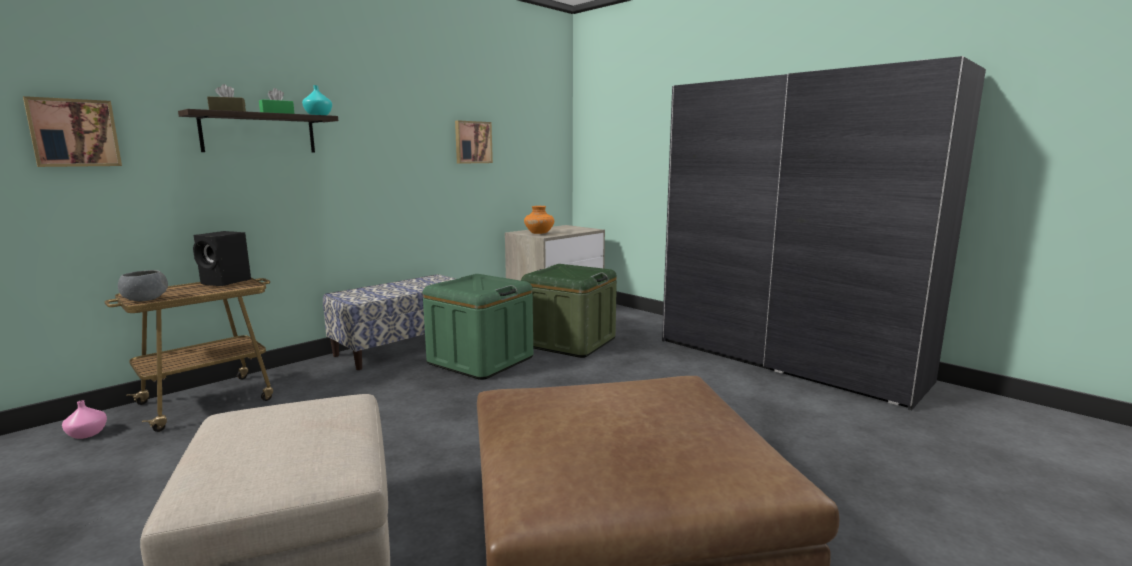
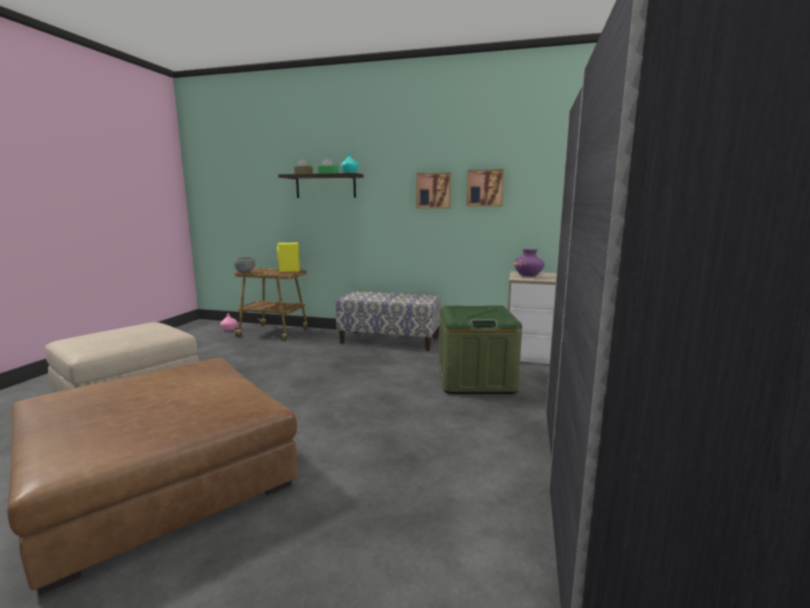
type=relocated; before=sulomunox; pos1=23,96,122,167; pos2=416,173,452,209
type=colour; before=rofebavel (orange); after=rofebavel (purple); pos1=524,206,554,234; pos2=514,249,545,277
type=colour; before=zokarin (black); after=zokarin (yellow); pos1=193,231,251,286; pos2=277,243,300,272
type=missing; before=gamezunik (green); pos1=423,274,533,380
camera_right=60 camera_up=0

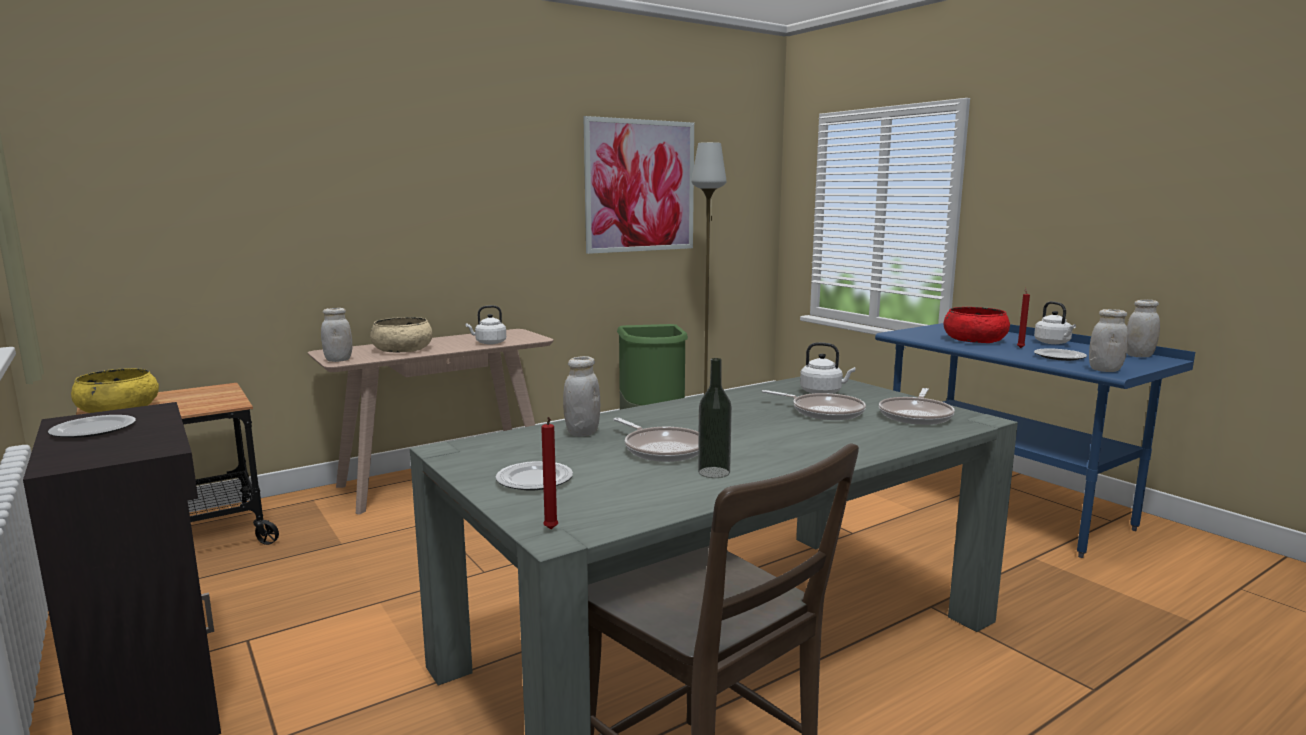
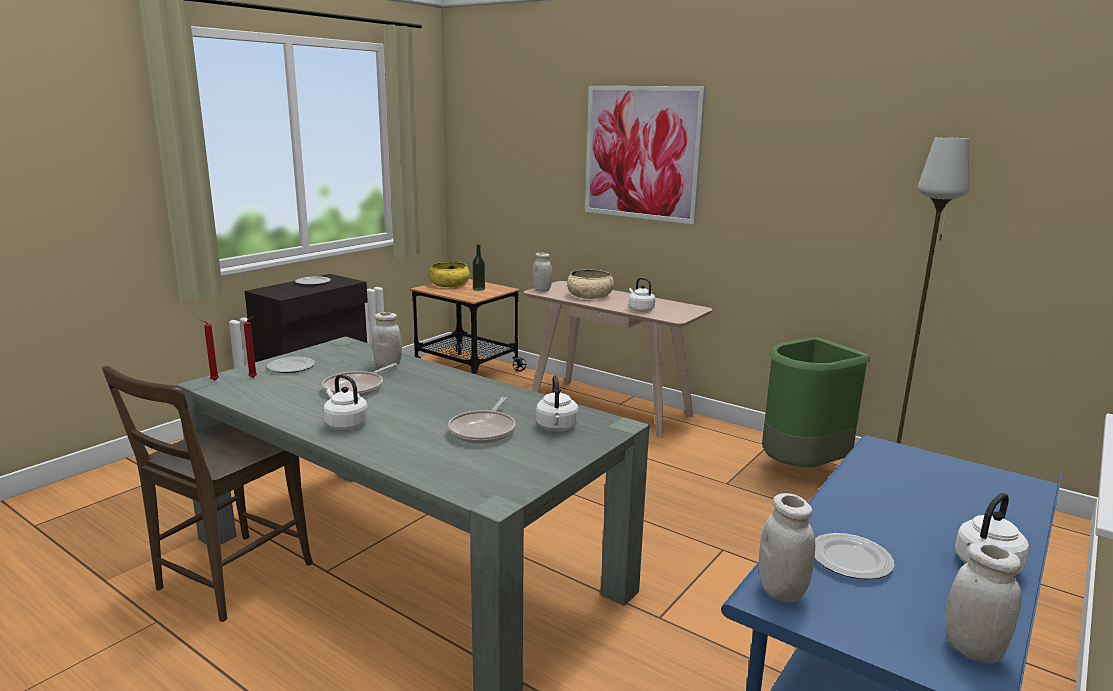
type=relocated; before=sulomunox; pos1=583,116,694,254; pos2=585,86,706,224
type=relocated; before=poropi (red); pos1=1017,288,1030,348; pos2=244,317,257,378
type=missing; before=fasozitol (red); pos1=944,307,1010,343
type=relocated; before=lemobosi; pos1=698,358,732,478; pos2=472,244,485,291
type=missing; before=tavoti; pos1=879,388,955,425
type=appeared; after=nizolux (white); pos2=323,374,369,430
camera_right=70 camera_up=5

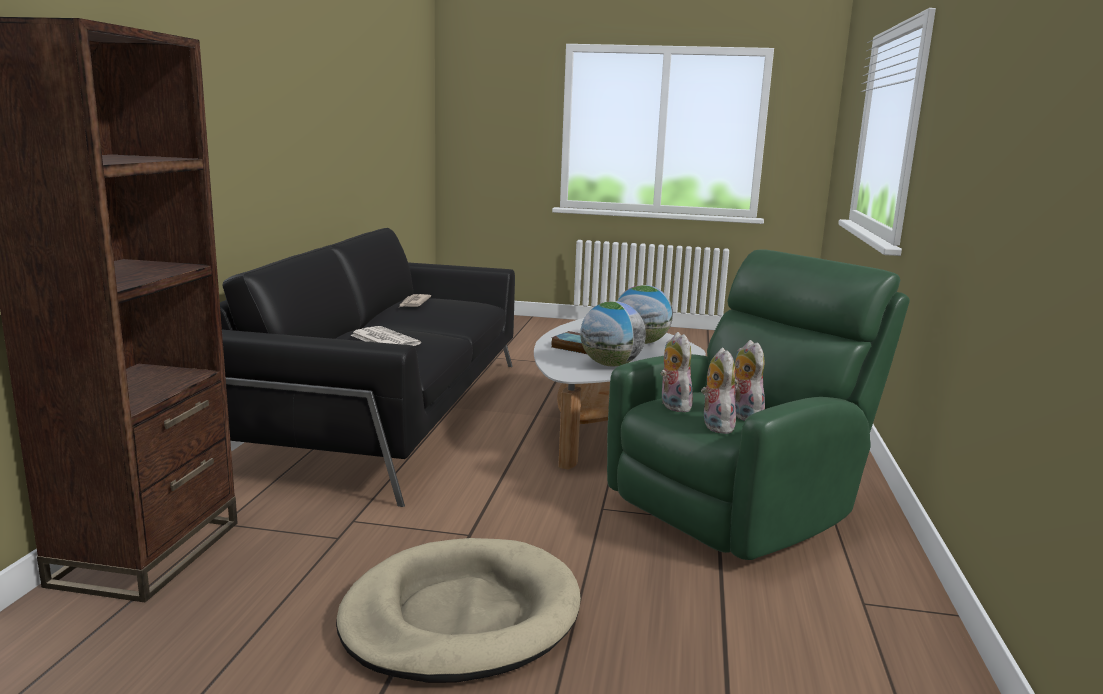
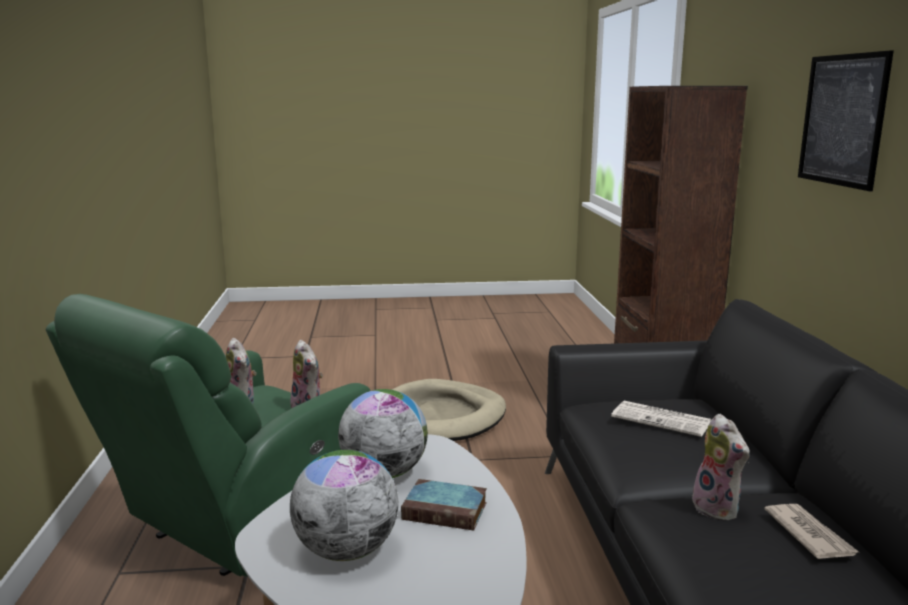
type=relocated; before=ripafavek; pos1=701,348,736,434; pos2=687,414,750,520
type=appeared; after=sulomunox; pos2=798,50,894,191
camera_right=165 camera_up=0

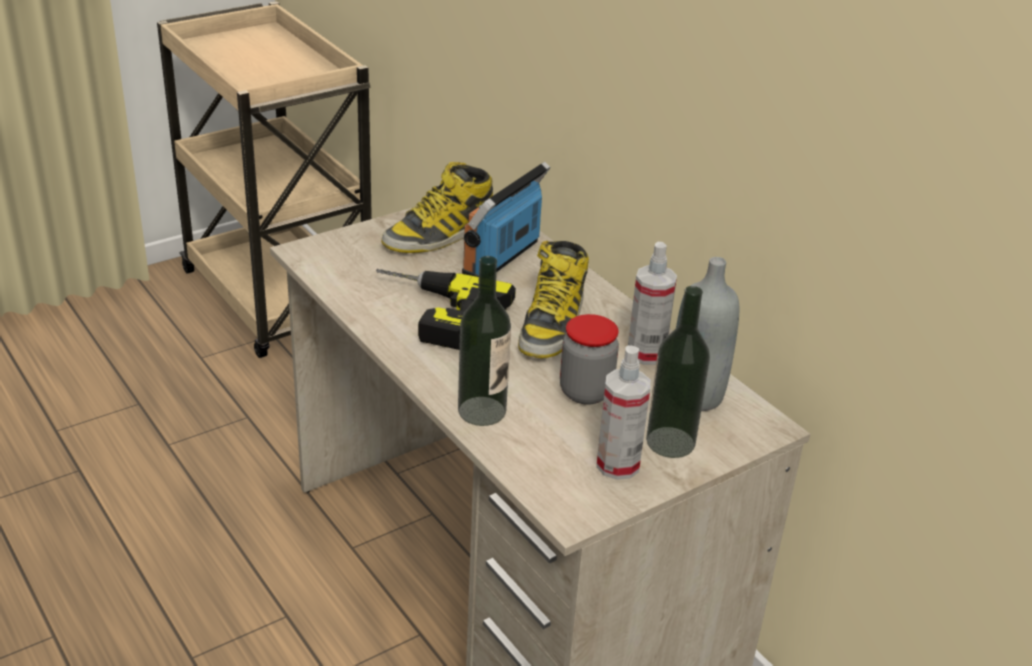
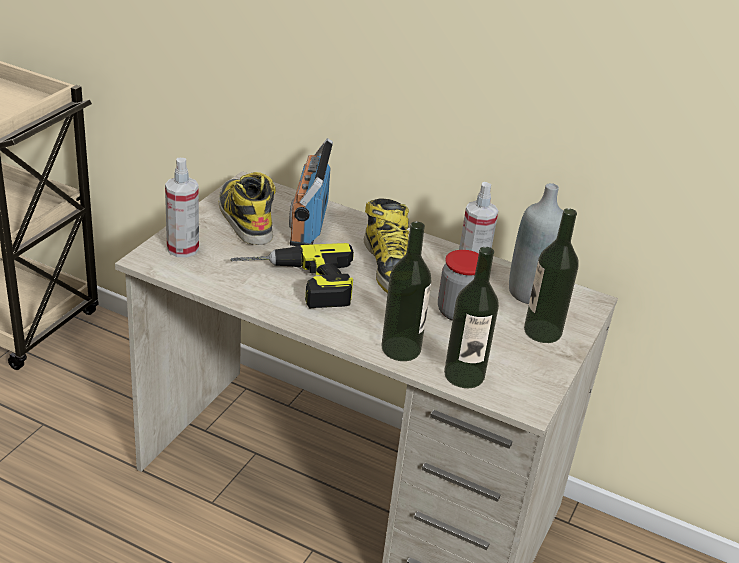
type=spun; before=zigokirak; pos1=381,162,493,253; pos2=219,172,275,245; turn=135
type=relocated; before=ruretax; pos1=596,345,651,480; pos2=165,158,199,257
type=appeared; after=lemobosi; pos2=444,247,499,388
camera_right=-30 camera_up=0

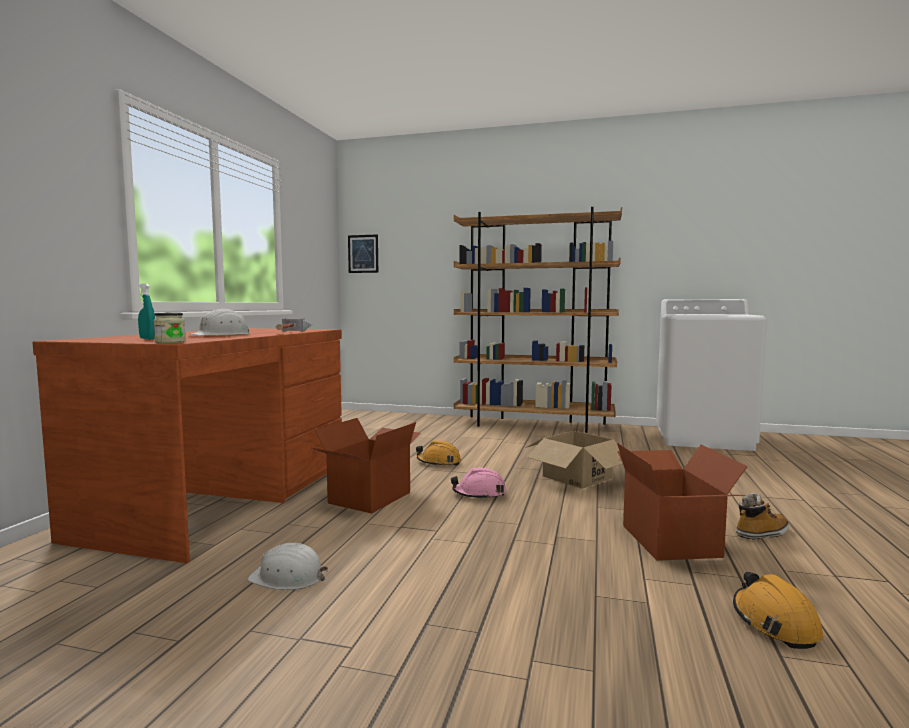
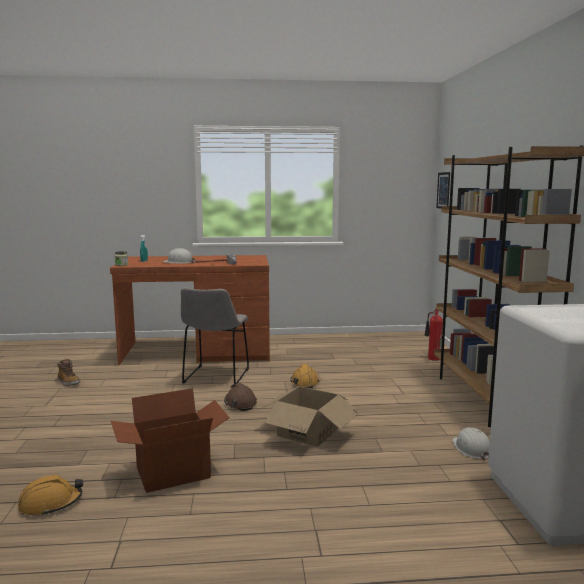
type=exchanged; before=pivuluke; after=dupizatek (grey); pos1=312,418,421,514; pos2=181,288,249,384
type=colour; before=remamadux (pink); after=remamadux (brown); pos1=451,467,506,500; pos2=224,383,257,411
type=relocated; before=zigokirak; pos1=736,493,789,539; pos2=57,358,81,386
type=relocated; before=remamadux (white); pos1=247,543,328,590; pos2=452,427,490,460
type=appeared; after=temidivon; pos2=424,309,443,361
camera_right=70 camera_up=5

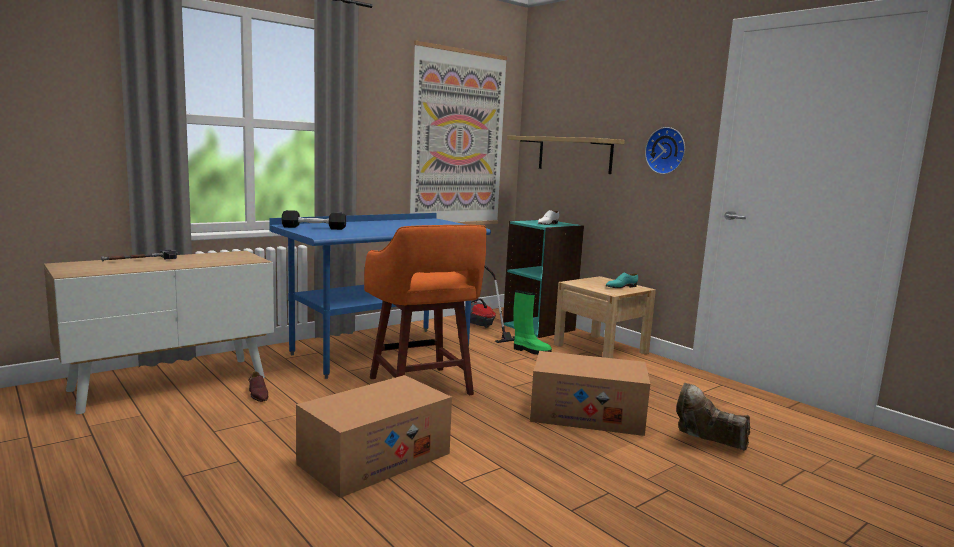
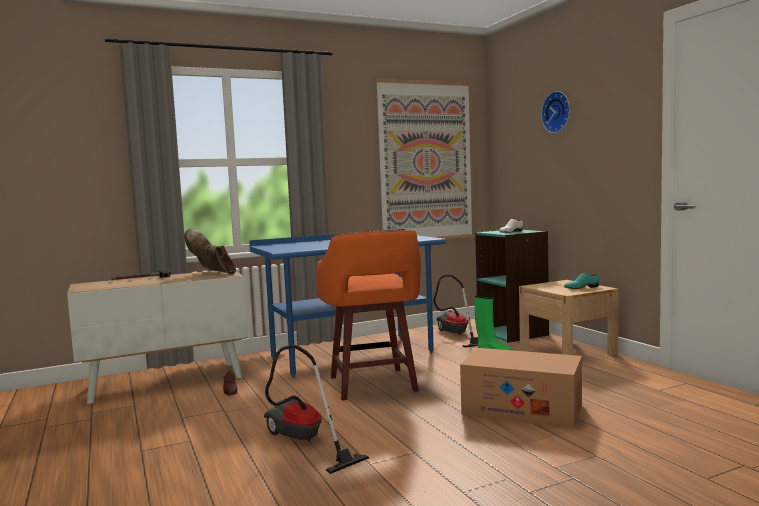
type=relocated; before=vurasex; pos1=645,127,685,174; pos2=541,91,570,133
type=missing; before=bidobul; pos1=507,136,625,174
type=missing; before=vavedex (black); pos1=281,210,346,230
type=exchanged; before=pivuluke; after=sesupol; pos1=296,375,452,498; pos2=264,345,369,474
type=relocated; before=zigokirak (brown); pos1=676,383,750,451; pos2=184,228,236,274
camera_right=15 camera_up=-5

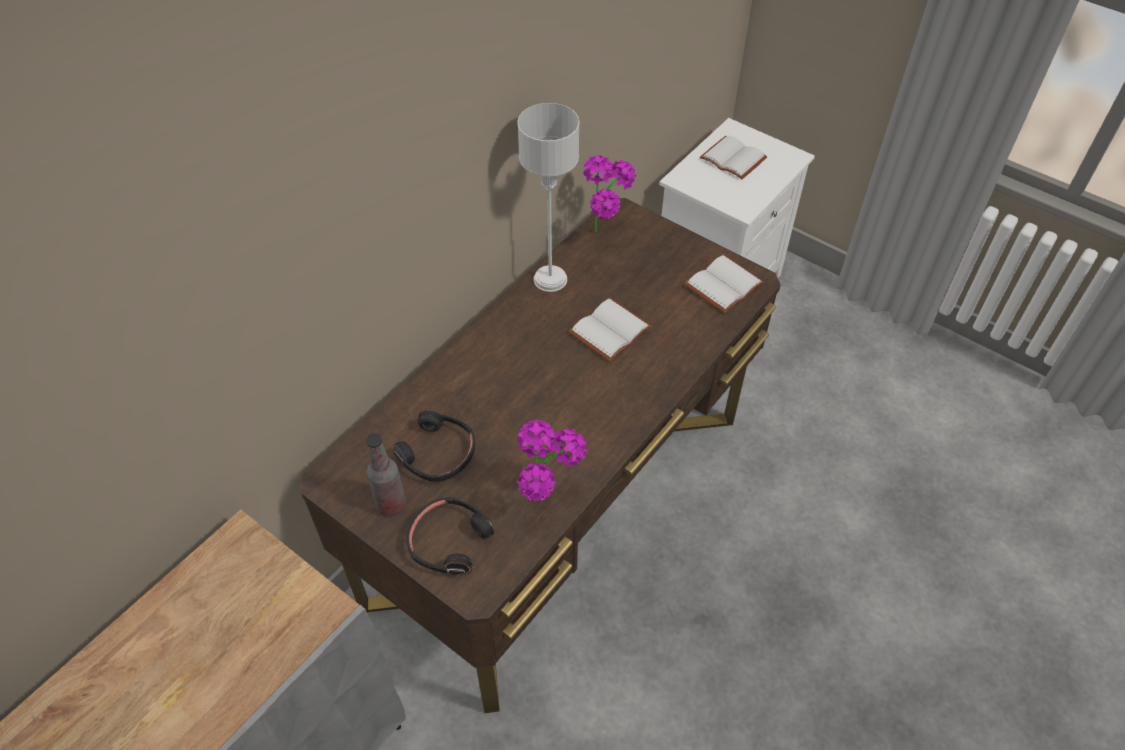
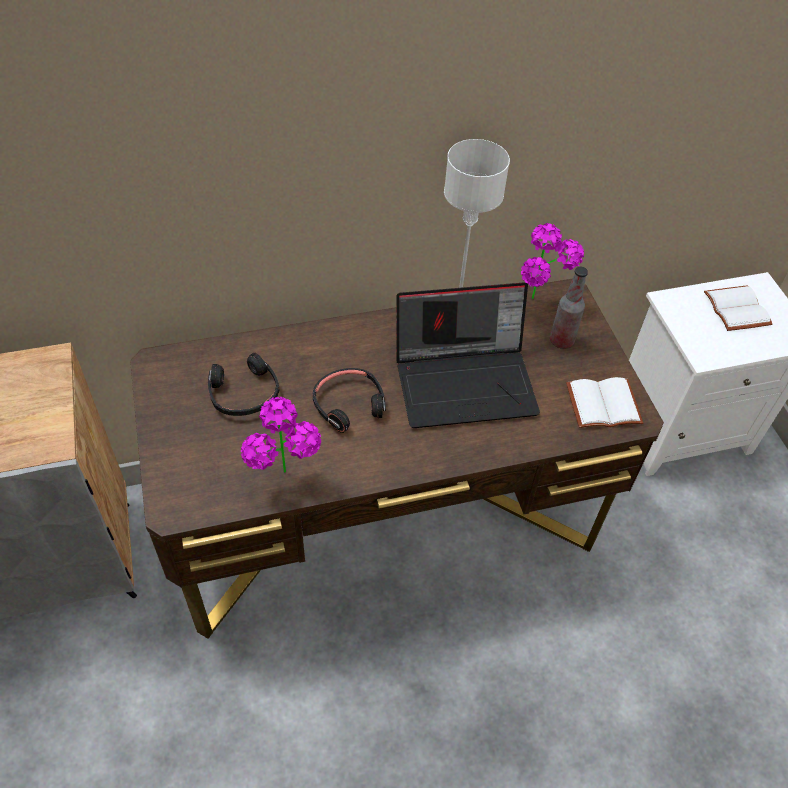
type=exchanged; before=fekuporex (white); after=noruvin; pos1=568,298,652,362; pos2=396,282,540,428
type=relocated; before=lemobosi; pos1=366,433,406,516; pos2=550,267,588,349
type=relocated; before=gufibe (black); pos1=406,497,494,575; pos2=313,368,386,433
camera_right=35 camera_up=0

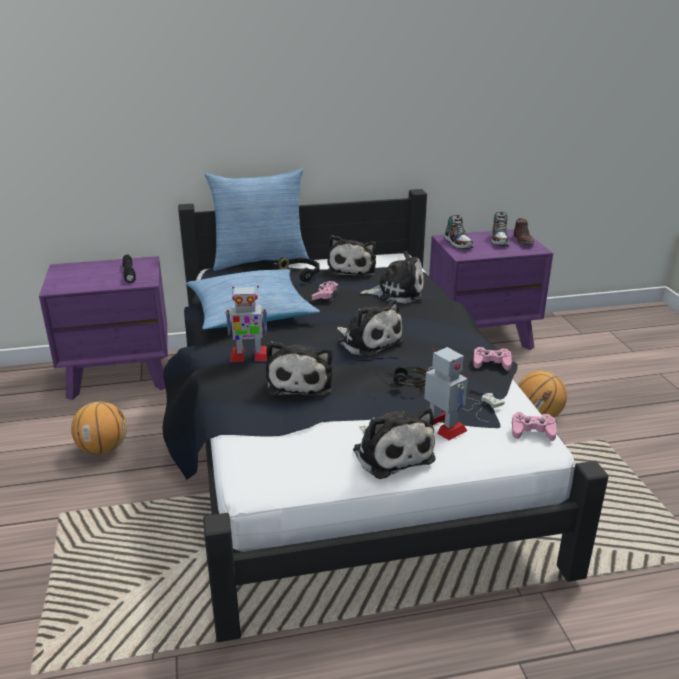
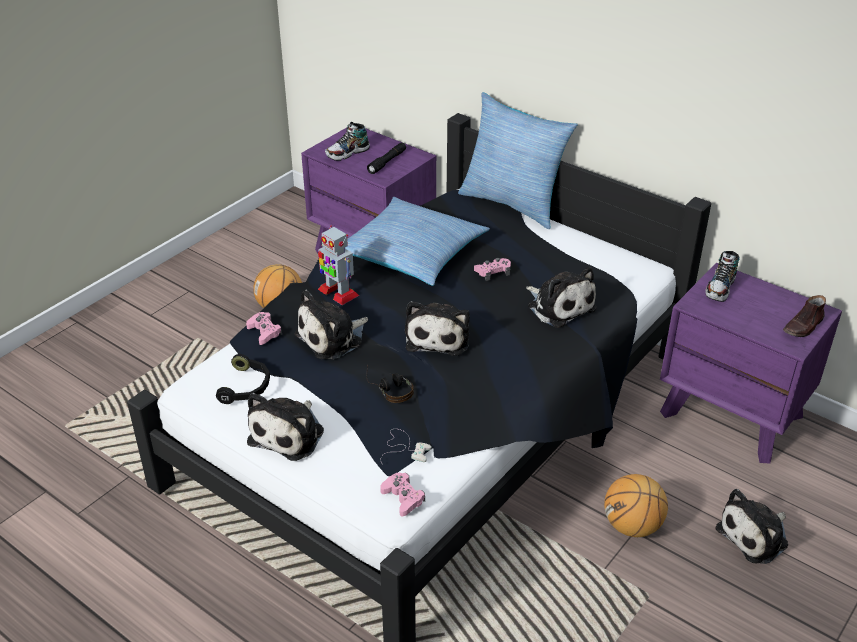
type=relocated; before=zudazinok; pos1=491,212,509,246; pos2=325,122,370,161
type=relocated; before=ripafavek; pos1=327,235,376,277; pos2=715,489,788,564
type=relocated; before=gufibe (black); pos1=277,257,320,282; pos2=216,354,270,404
type=missing; before=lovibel; pos1=424,347,468,440
type=relocated; before=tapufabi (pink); pos1=473,347,512,371; pos2=246,312,282,345
camera_right=50 camera_up=10

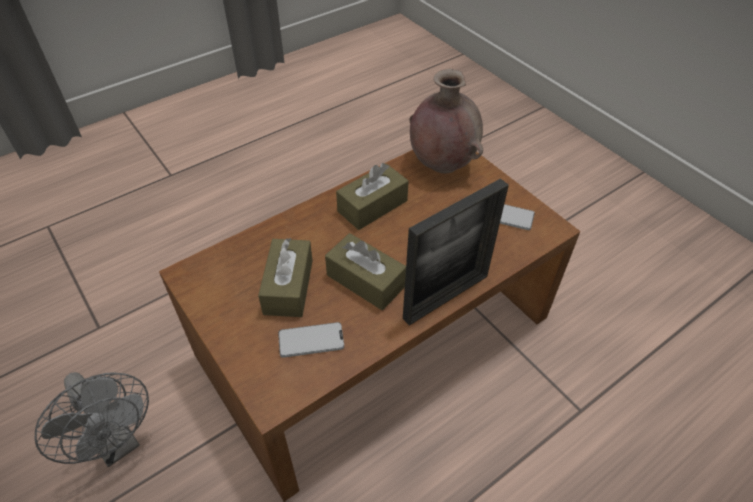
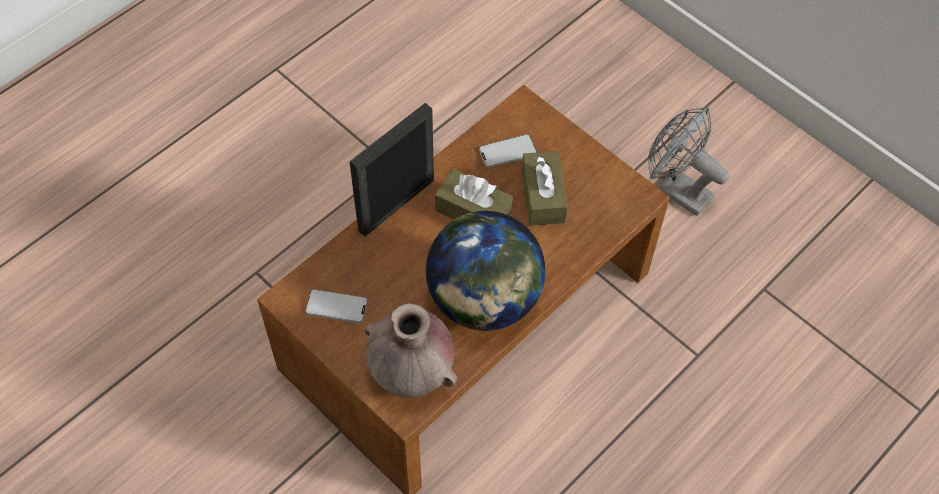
type=exchanged; before=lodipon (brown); after=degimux; pos1=336,163,409,230; pos2=426,211,545,331
camera_right=170 camera_up=10

